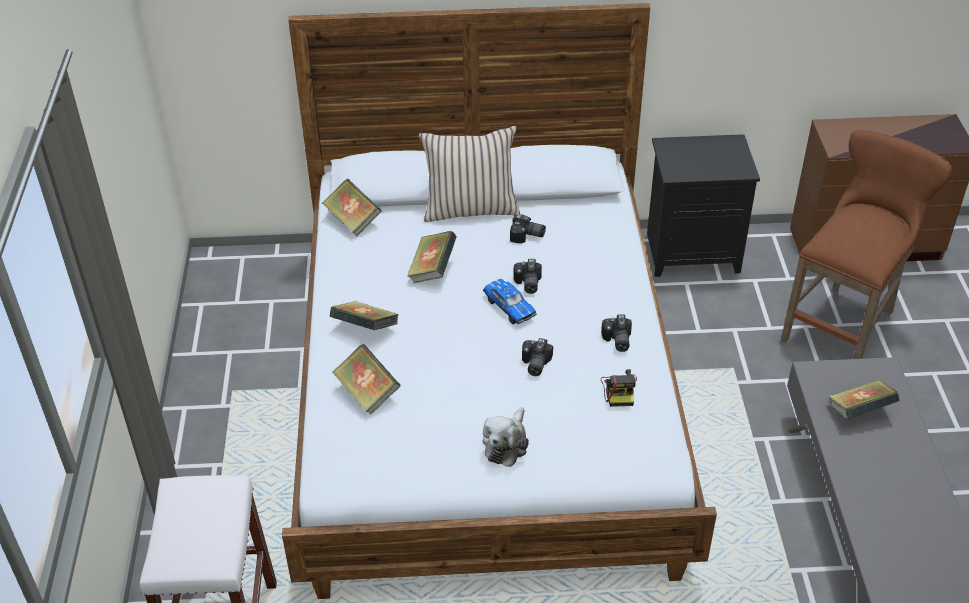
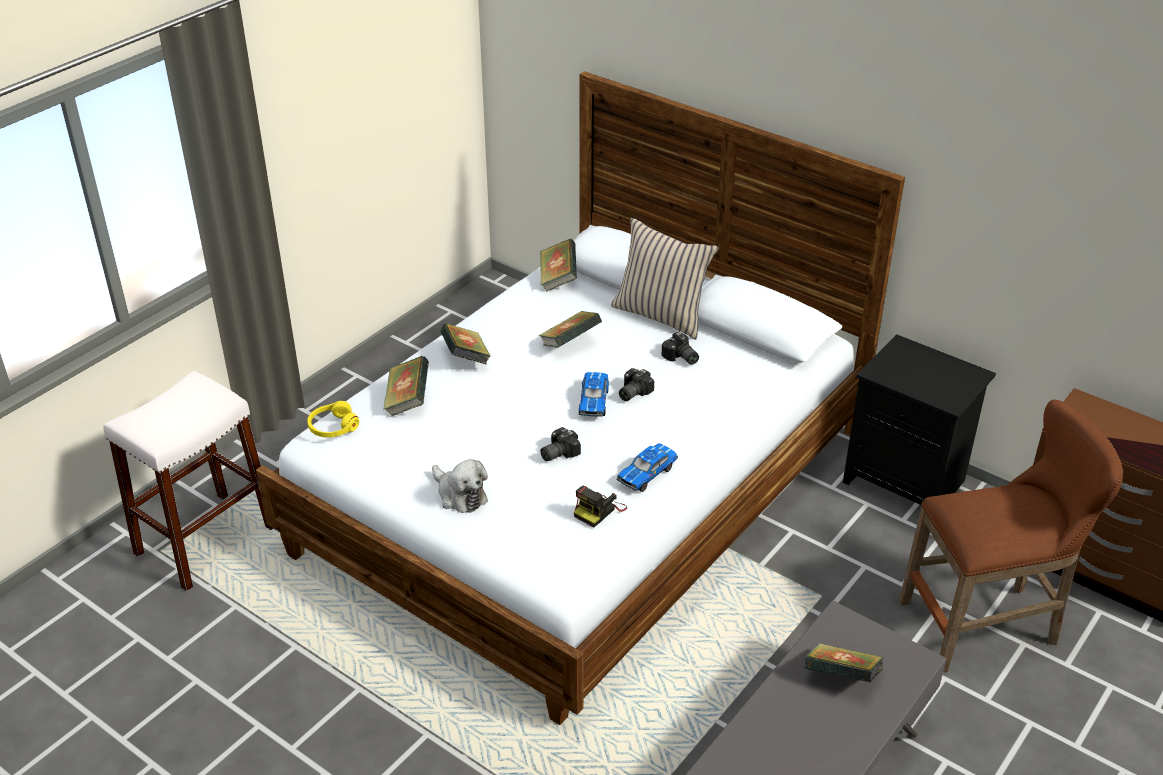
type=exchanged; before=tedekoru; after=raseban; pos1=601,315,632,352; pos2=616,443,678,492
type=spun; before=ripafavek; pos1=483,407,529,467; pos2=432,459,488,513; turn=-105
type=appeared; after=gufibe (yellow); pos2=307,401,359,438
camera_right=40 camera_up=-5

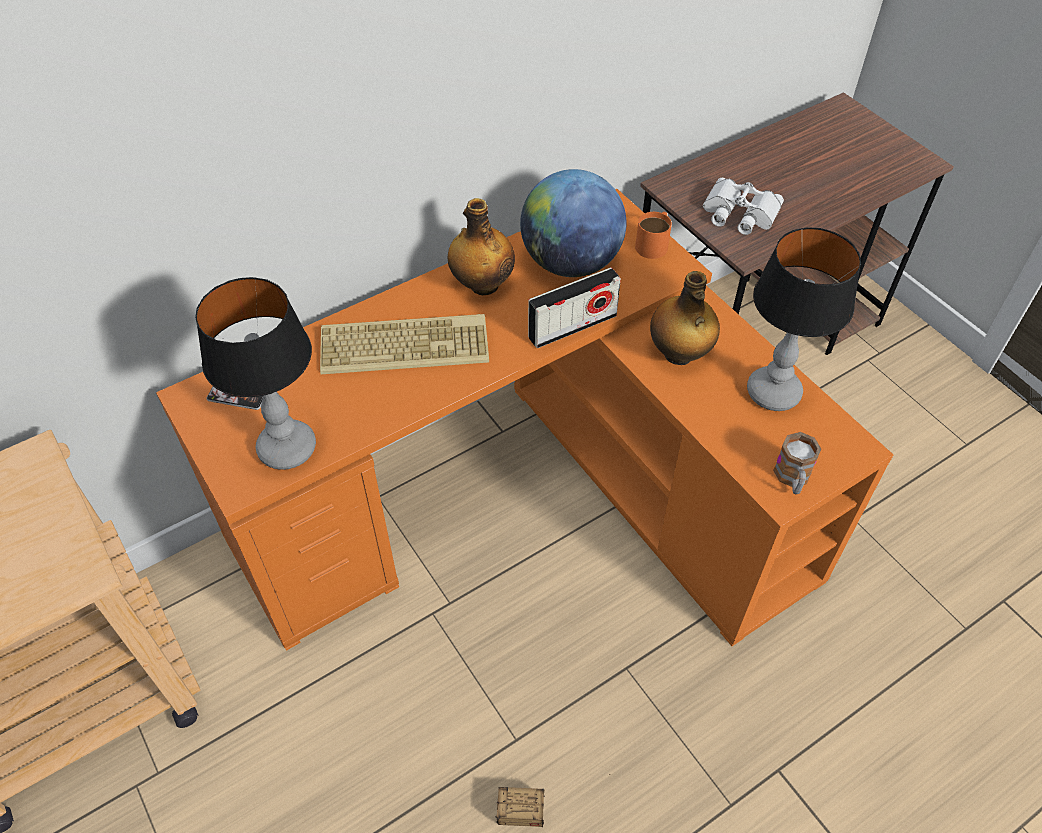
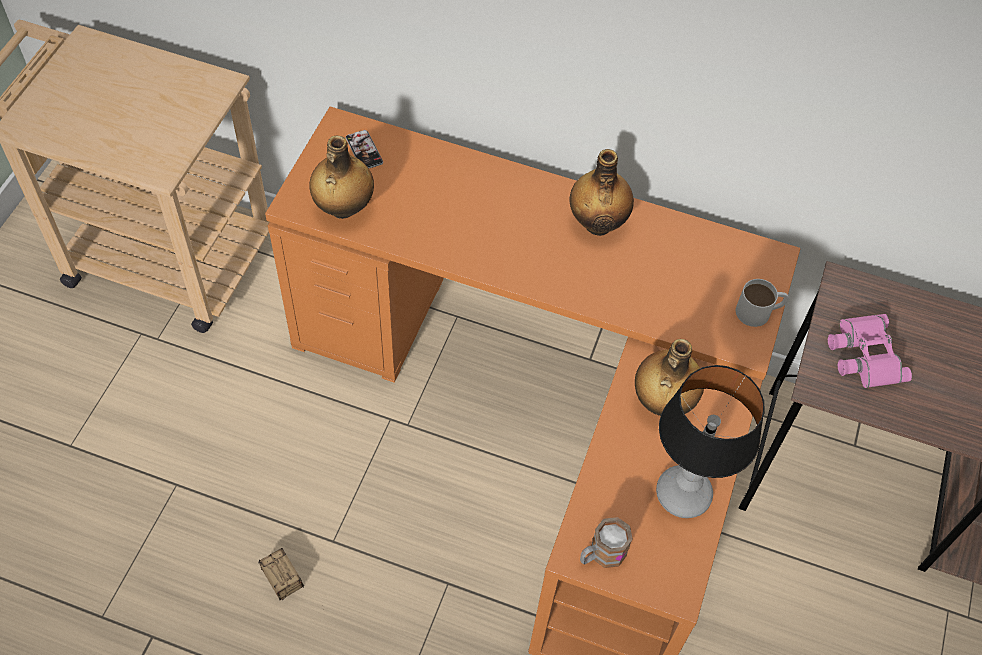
type=missing; before=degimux; pos1=520,169,626,277
type=colour; before=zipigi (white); after=zipigi (pink); pos1=703,178,784,235; pos2=828,314,912,388
type=colour; before=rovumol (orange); after=rovumol (white); pos1=635,212,672,259; pos2=736,279,789,327
type=missing; before=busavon; pos1=528,267,621,348
type=exchanged; before=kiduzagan; after=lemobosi; pos1=195,277,316,470; pos2=309,136,374,219
type=missing; before=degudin; pos1=320,314,489,374
camera_right=50 camera_up=5

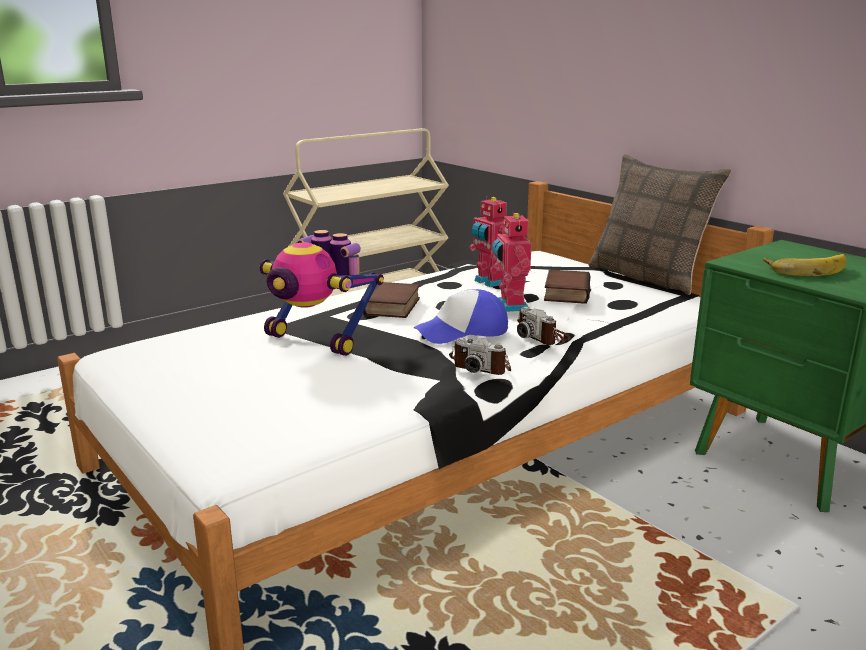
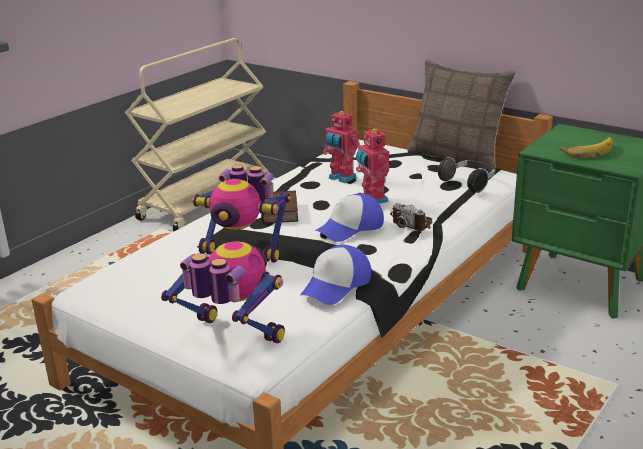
type=missing; before=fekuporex; pos1=544,270,590,304
type=missing; before=tedekoru; pos1=449,337,511,375
type=appeared; after=gufibe; pos2=438,157,495,193
type=appeared; after=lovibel; pos2=161,241,285,344
type=appeared; after=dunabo; pos2=300,245,371,305
camera_right=-15 camera_up=5

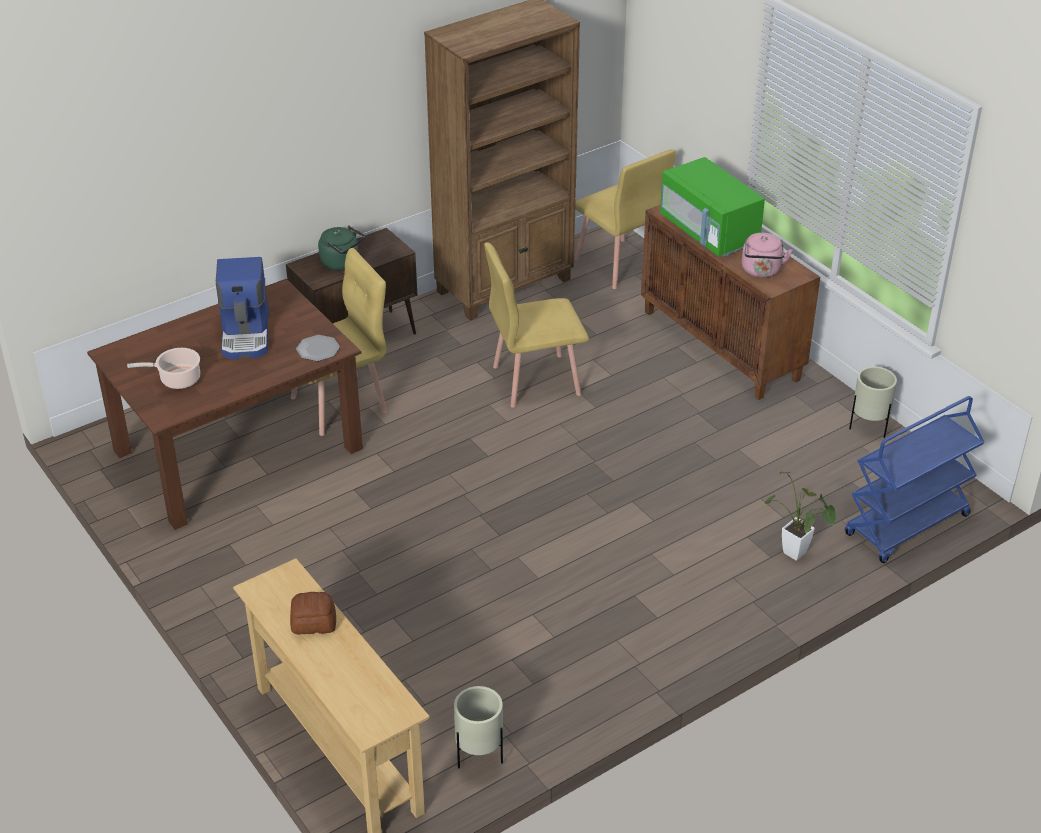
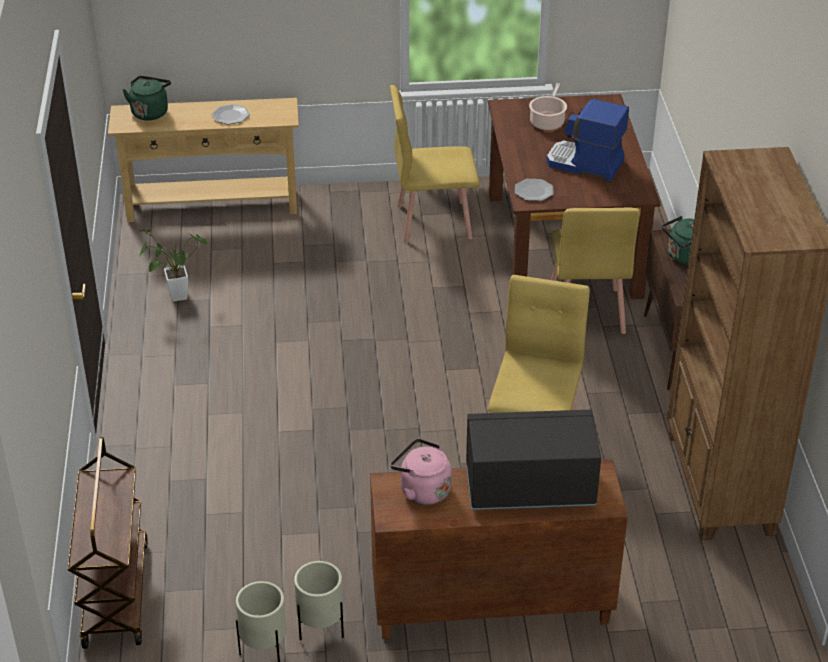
type=relocated; before=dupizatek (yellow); pos1=574,149,676,289; pos2=390,85,480,243
type=colour; before=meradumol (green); after=meradumol (black); pos1=660,157,765,257; pos2=466,410,601,510
type=colour; before=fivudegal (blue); after=fivudegal (brown); pos1=845,396,984,563; pos2=67,437,148,649
type=relocated; before=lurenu; pos1=765,472,837,561; pos2=138,229,208,302
type=exchanged; before=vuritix; after=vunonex; pos1=290,592,336,634; pos2=212,104,250,125
type=relocated; before=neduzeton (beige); pos1=454,686,503,768; pos2=294,561,344,641
type=appeared; after=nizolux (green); pos2=123,76,171,120
camera_right=120 camera_up=0

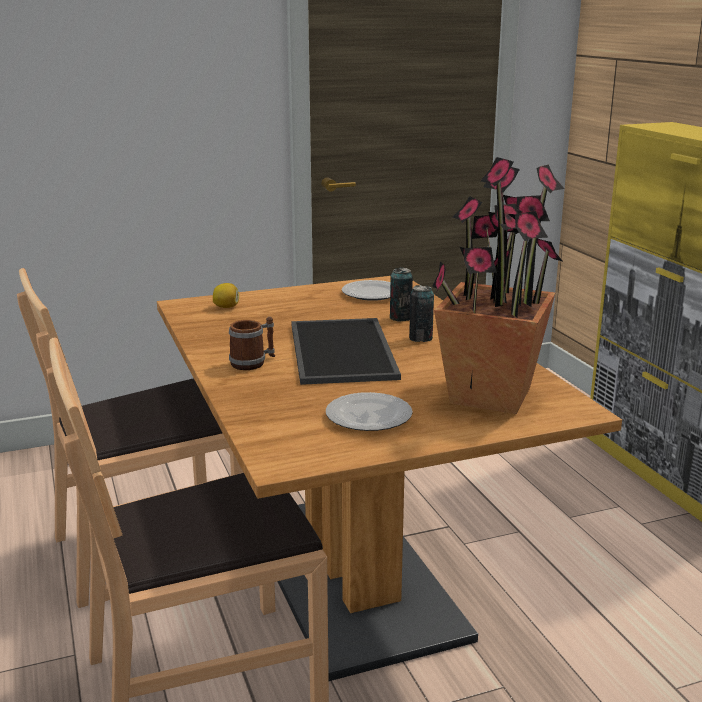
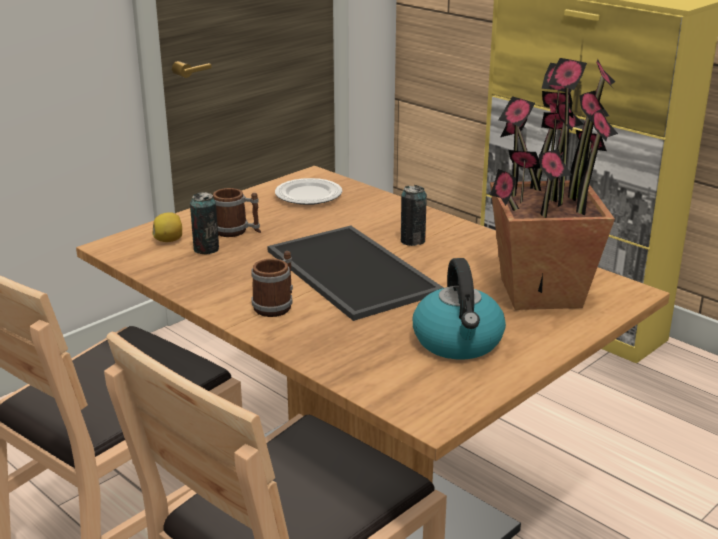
type=relocated; before=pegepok; pos1=390,268,413,322; pos2=190,192,219,255
type=exchanged; before=vunonex; after=nizolux; pos1=326,392,413,431; pos2=413,258,506,360
type=appeared; after=rovumol; pos2=213,188,261,237
camera_right=-25 camera_up=5

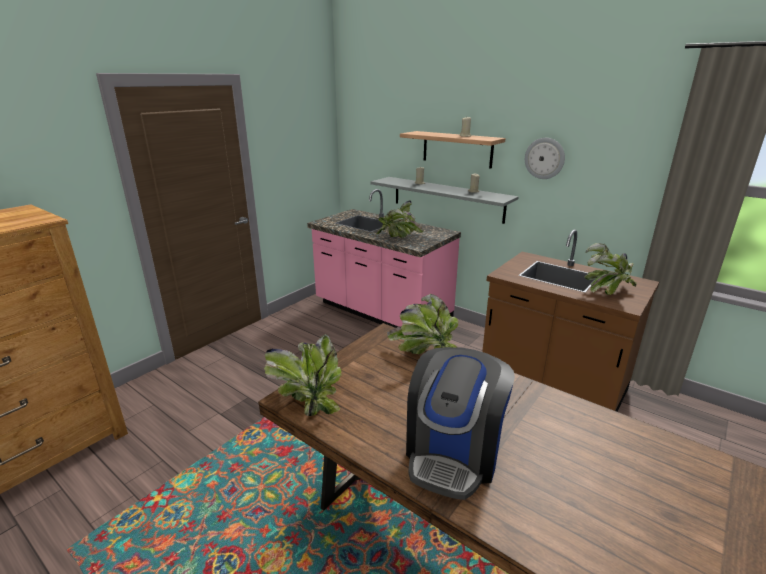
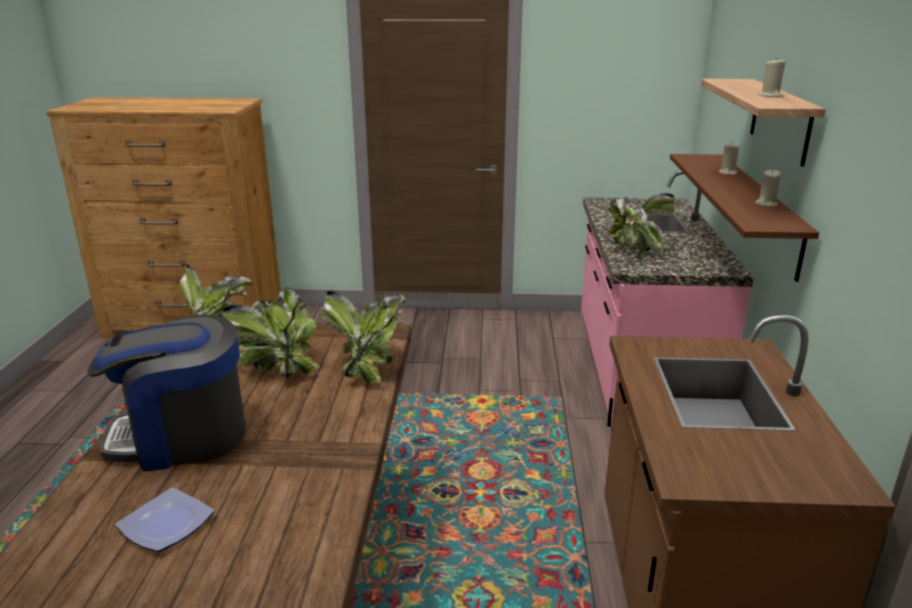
type=missing; before=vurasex; pos1=525,138,565,179
type=colour; before=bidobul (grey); after=bidobul (brown); pos1=370,177,519,224; pos2=670,154,819,282
type=relocated; before=lurenu; pos1=584,243,637,295; pos2=222,287,320,377
type=appeared; after=vunonex; pos2=115,487,214,552
camera_right=55 camera_up=0

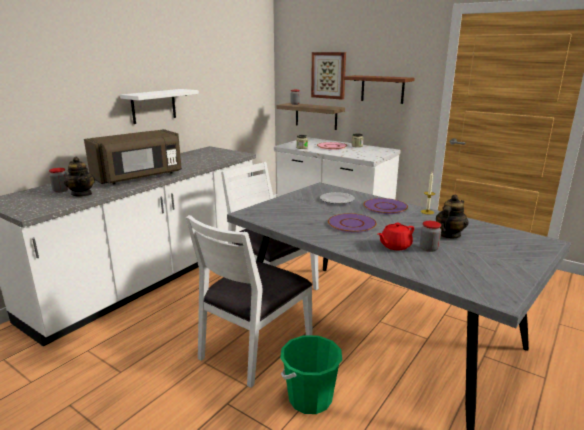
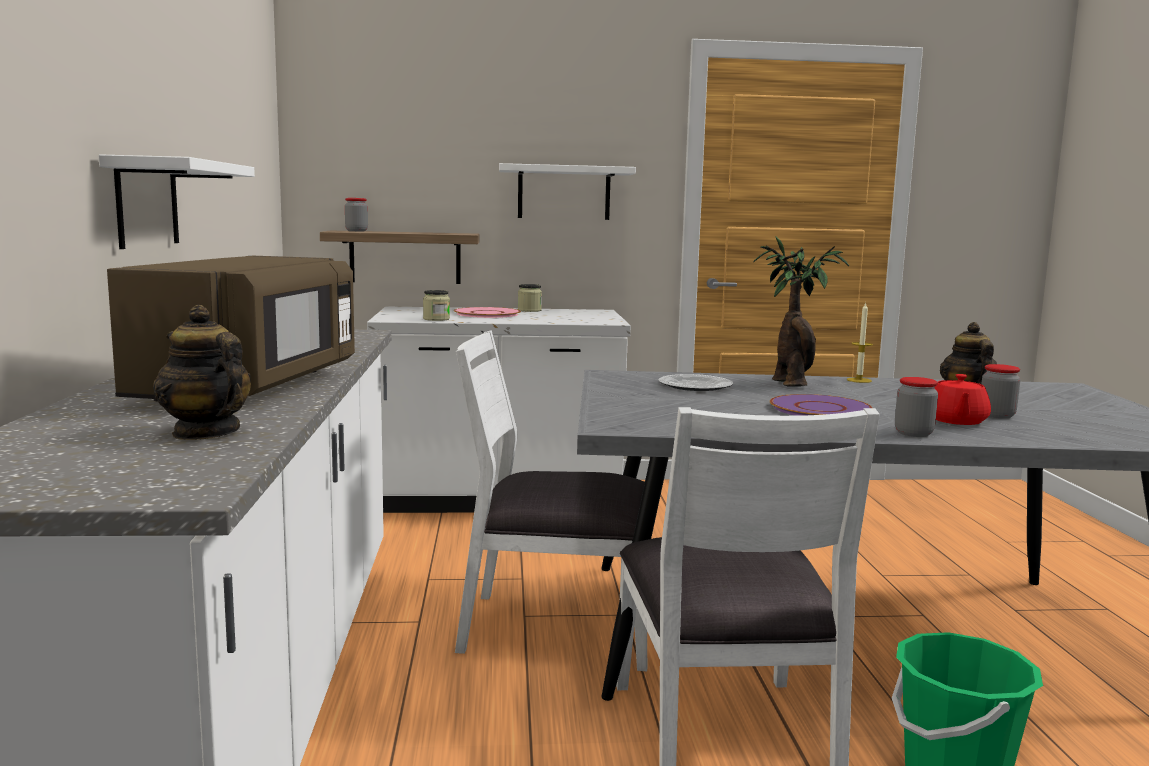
type=missing; before=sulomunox; pos1=311,52,346,100
type=colour; before=bidobul (brown); after=bidobul (white); pos1=343,75,415,104; pos2=499,163,636,220
type=spun; before=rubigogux; pos1=64,157,95,197; pos2=153,305,251,440; turn=-150
type=relocated; before=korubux; pos1=49,168,69,193; pos2=895,377,938,437
type=exchanged; before=vunonex (purple); after=lurenu; pos1=364,198,408,214; pos2=753,236,849,387
camera_right=-40 camera_up=-10

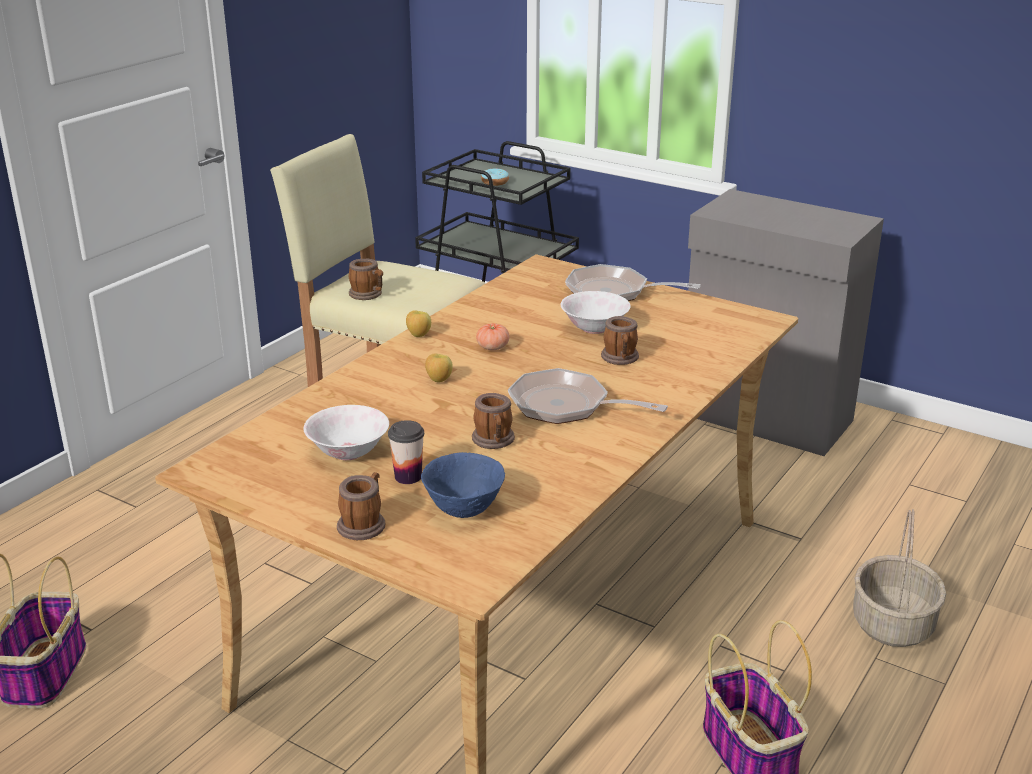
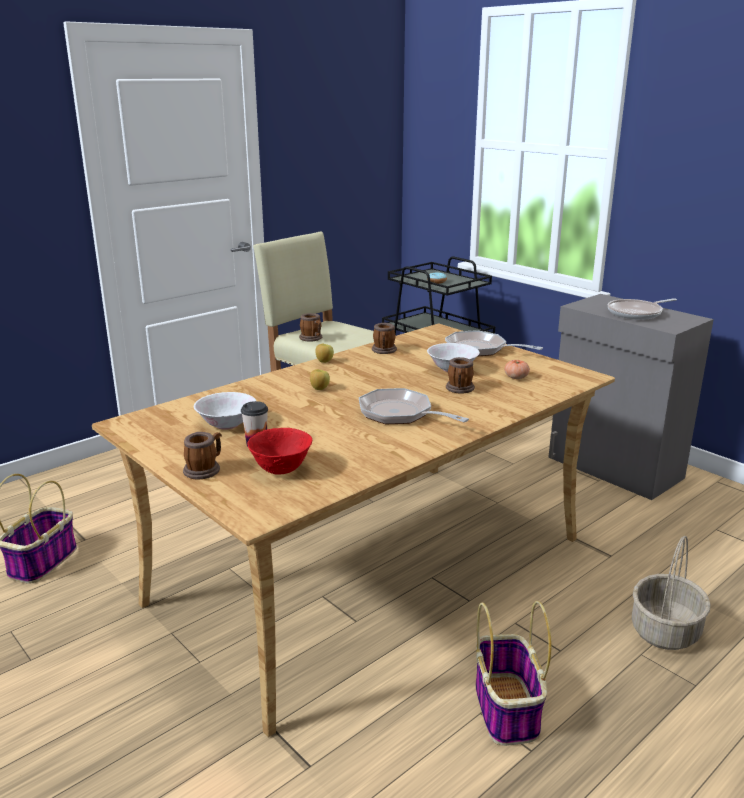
type=relocated; before=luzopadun; pos1=476,323,510,350; pos2=504,360,530,379
type=relocated; before=rovumol; pos1=472,393,515,449; pos2=372,323,397,354
type=colour; before=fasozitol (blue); after=fasozitol (red); pos1=421,452,505,518; pos2=247,428,312,475
type=appeared; after=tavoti; pos2=608,298,677,320
camera_right=15 camera_up=-5

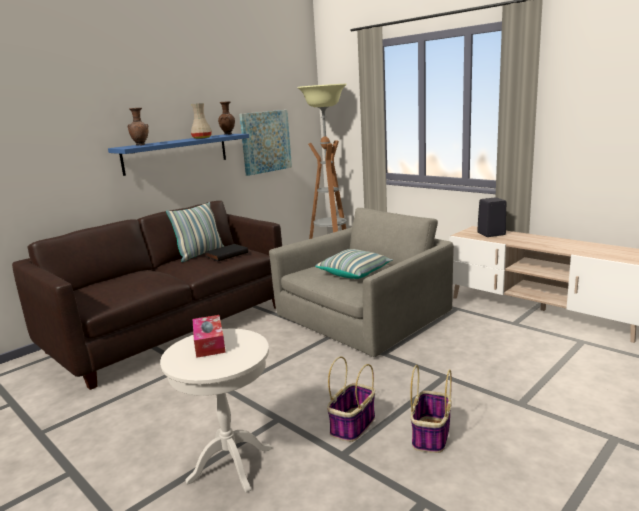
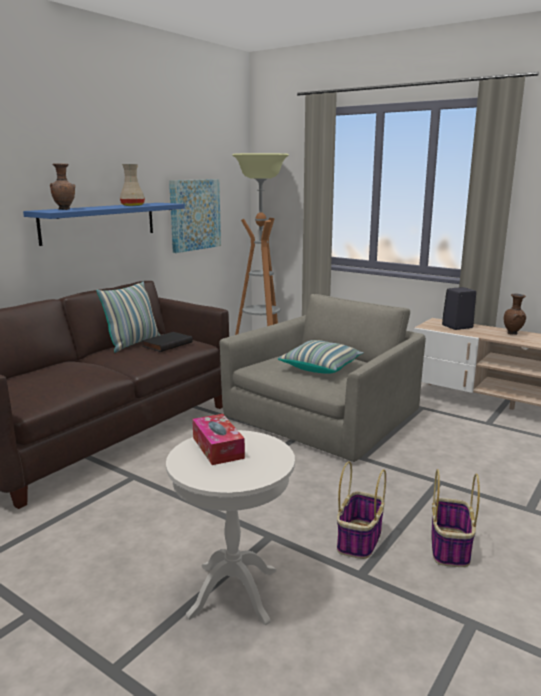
type=relocated; before=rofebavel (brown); pos1=218,101,235,135; pos2=504,294,526,335
camera_right=-10 camera_up=0

